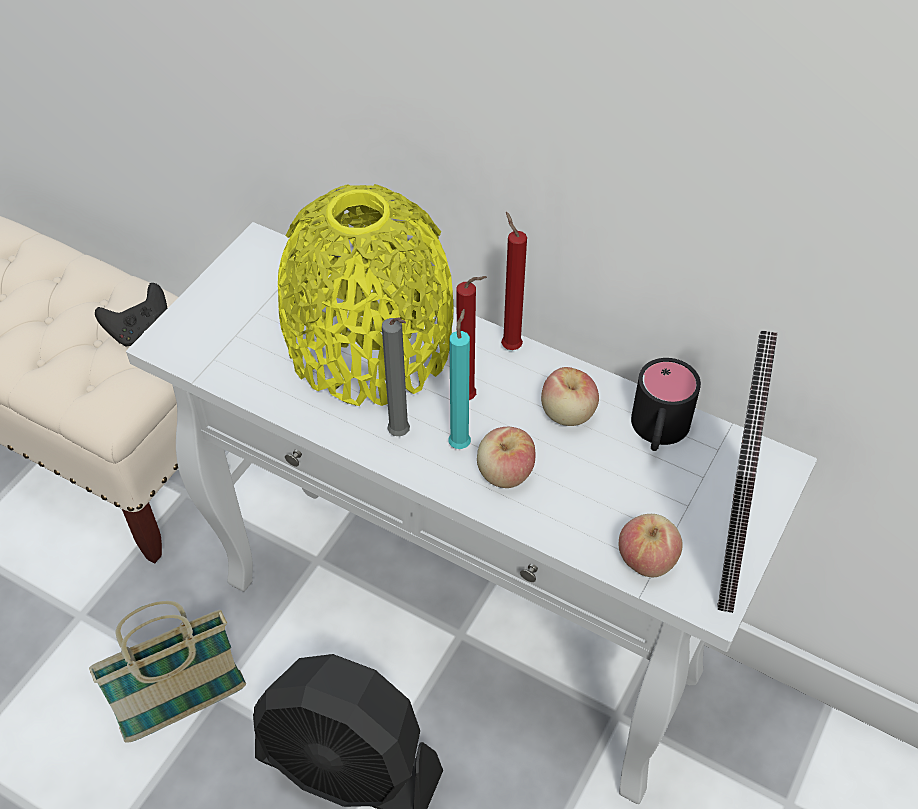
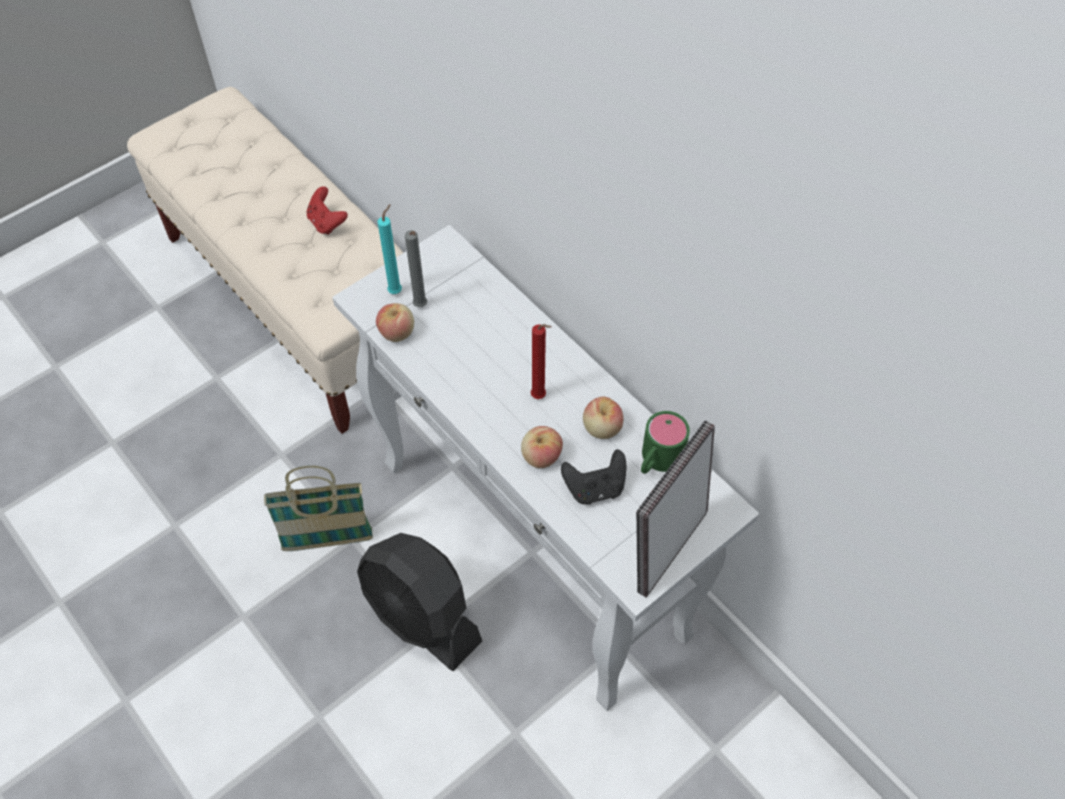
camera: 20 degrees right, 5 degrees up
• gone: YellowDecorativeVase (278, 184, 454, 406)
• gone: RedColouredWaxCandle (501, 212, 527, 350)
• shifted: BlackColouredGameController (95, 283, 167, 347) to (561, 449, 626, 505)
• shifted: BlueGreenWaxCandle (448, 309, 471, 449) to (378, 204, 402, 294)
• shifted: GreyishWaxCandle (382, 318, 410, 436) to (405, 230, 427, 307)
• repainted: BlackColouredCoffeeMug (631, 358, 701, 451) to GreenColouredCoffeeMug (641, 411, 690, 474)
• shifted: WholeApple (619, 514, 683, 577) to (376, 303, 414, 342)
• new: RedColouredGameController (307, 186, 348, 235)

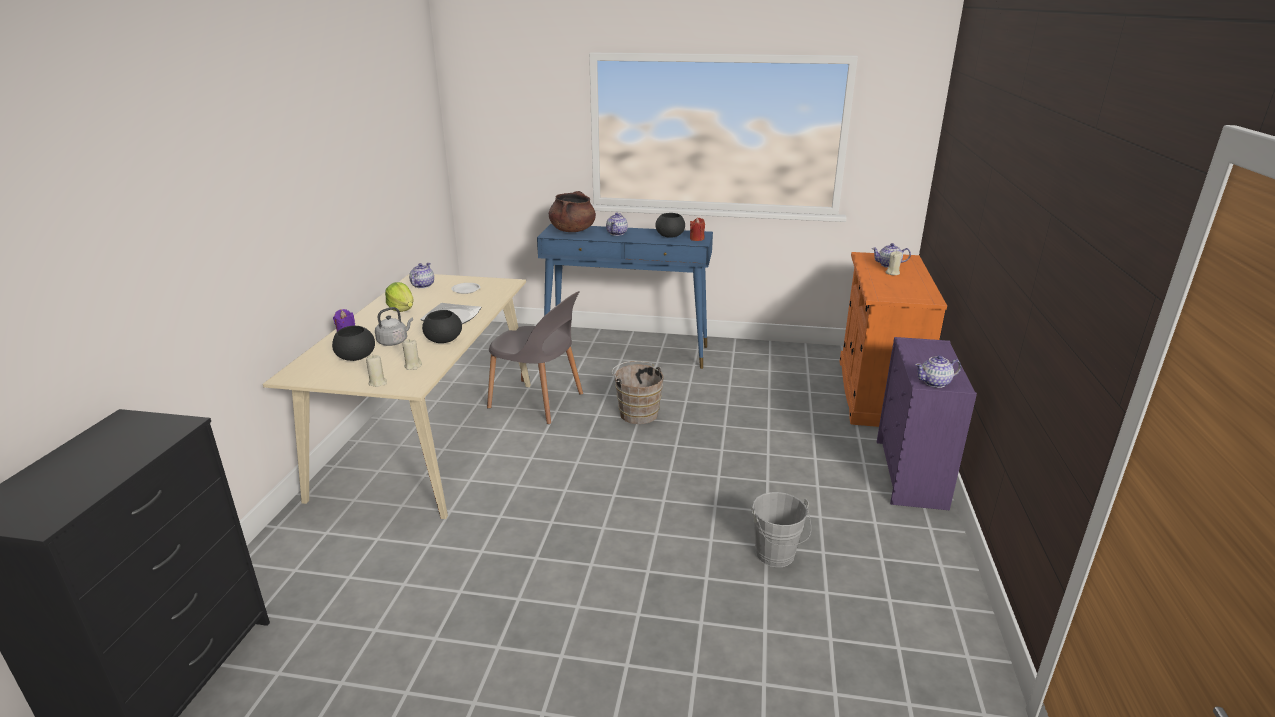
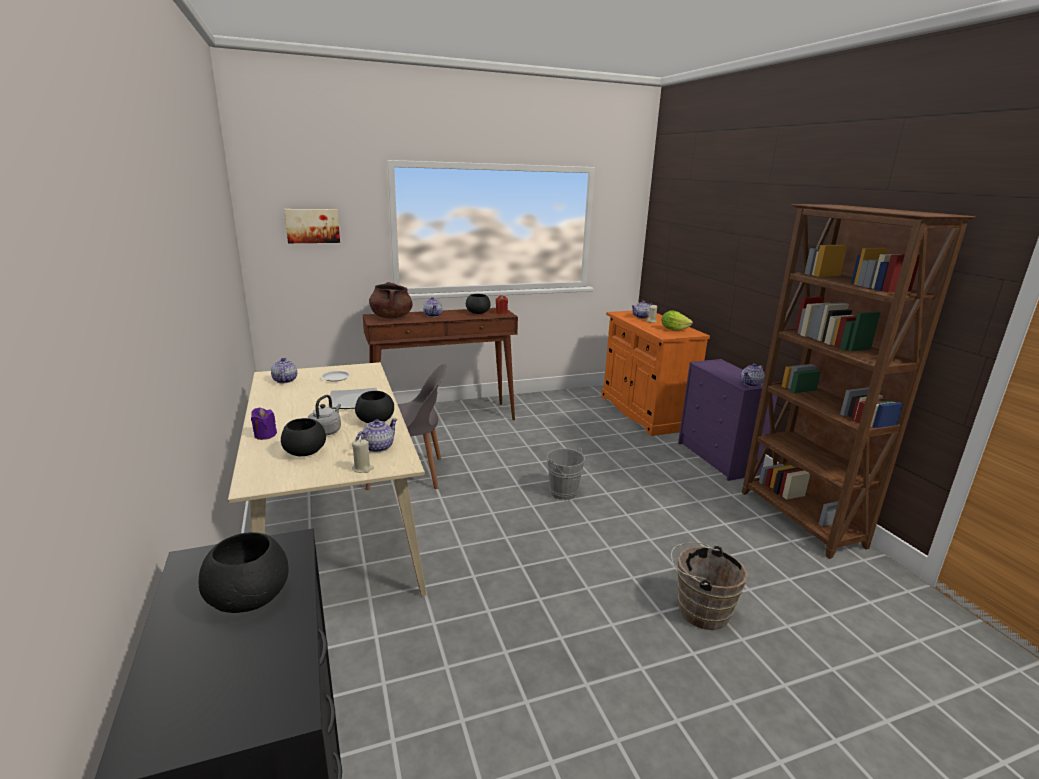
camera: 30 degrees left, 5 degrees down
• repainted: BluishNarrowTable (537, 224, 713, 369) to BrownColouredNarrowTable (363, 308, 518, 420)
• shifted: Lettuce (385, 282, 414, 312) to (662, 310, 693, 331)
• swapped: BeigeColouredWaxCandle (402, 339, 422, 370) to TeaPot (355, 418, 398, 452)
• shifted: BrownColouredBucket (612, 361, 664, 424) to (671, 542, 748, 630)
• shifted: GreyishBucket (751, 492, 811, 567) to (547, 447, 591, 500)
• new: BrownColouredShelvingUnit (742, 204, 975, 559)
• new: WallPicture (284, 209, 340, 243)
• new: BlackColouredDeepDish (199, 532, 289, 613)

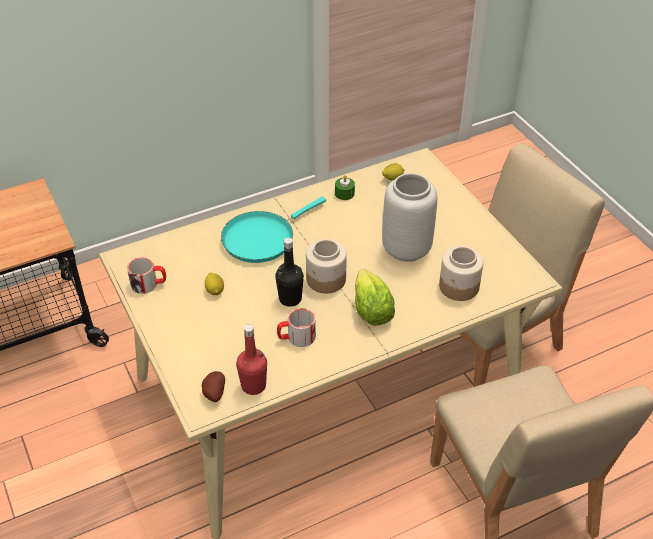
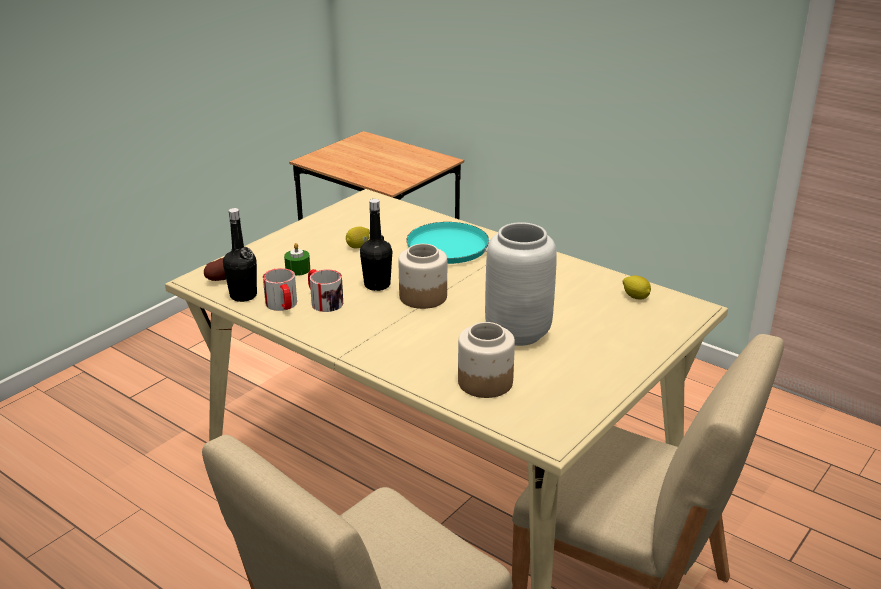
camera: 65 degrees right, 15 degrees down
• shifted: GreenColouredWaxCandle (335, 175, 355, 200) to (284, 243, 310, 276)
• shifted: CoffeeMug (127, 257, 166, 294) to (263, 268, 297, 311)
• gone: Lettuce (355, 269, 395, 326)
• repainted: RedColouredBeverageBottle (236, 324, 267, 395) to BlackColouredBeverageBottle (223, 208, 257, 302)

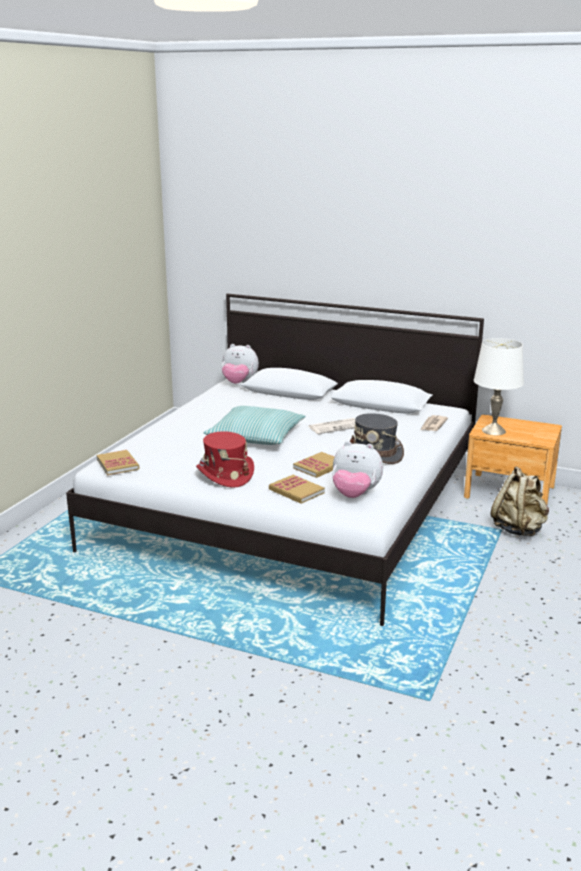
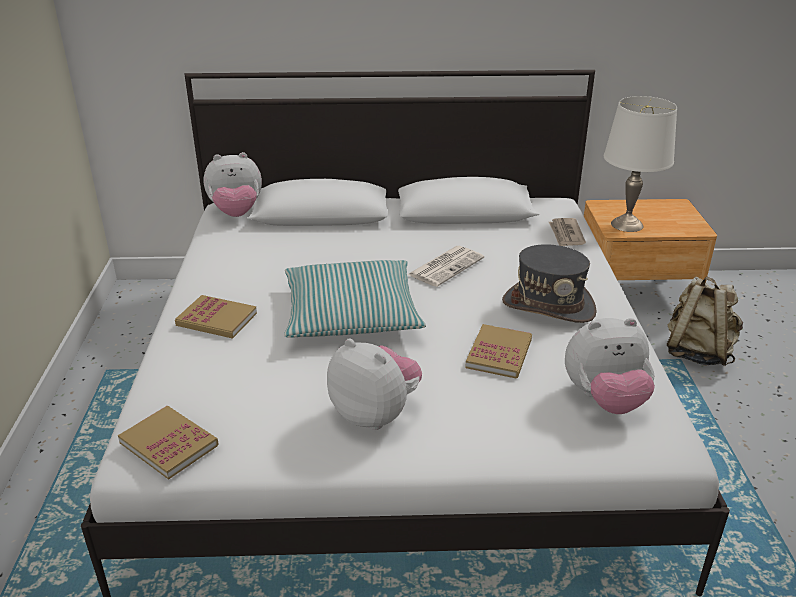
camera: 25 degrees left, 10 degrees up
• swapped: RedColouredWearableHat (196, 431, 254, 488) to SoftToy (327, 339, 422, 430)
• shifted: BoundBook (269, 475, 325, 504) to (175, 295, 257, 339)

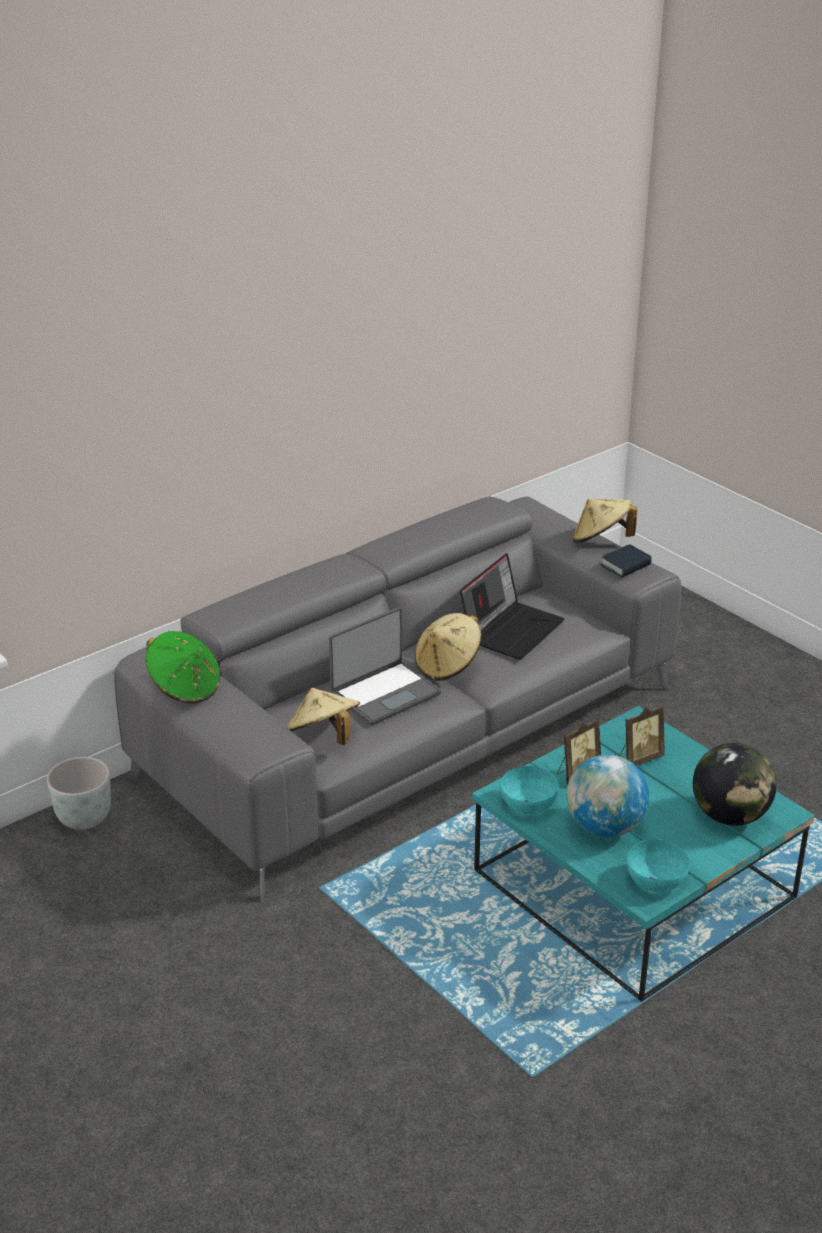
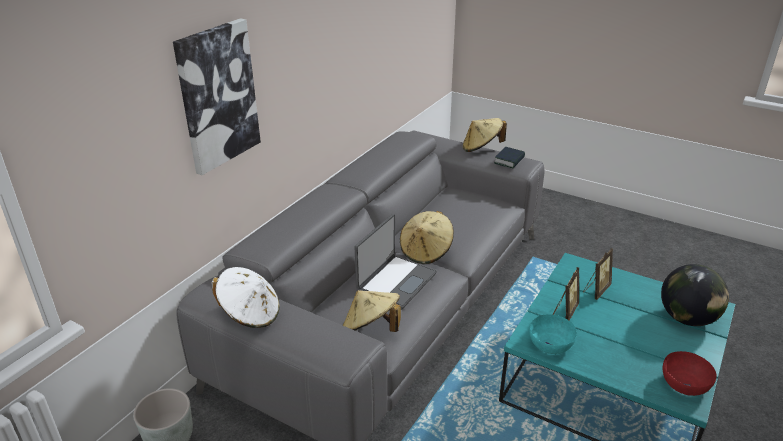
camera: 20 degrees left, 0 degrees up
• gone: PortableComputer (460, 553, 564, 660)
• repainted: GreenColouredWearableHat (146, 631, 220, 703) to WhitishWearableHat (211, 267, 280, 328)
• gone: Globe (567, 754, 649, 837)
• repainted: BlueGreenDeepDish (627, 839, 689, 892) to RedColouredDeepDish (663, 351, 717, 396)
• new: WallPicture (173, 18, 261, 175)

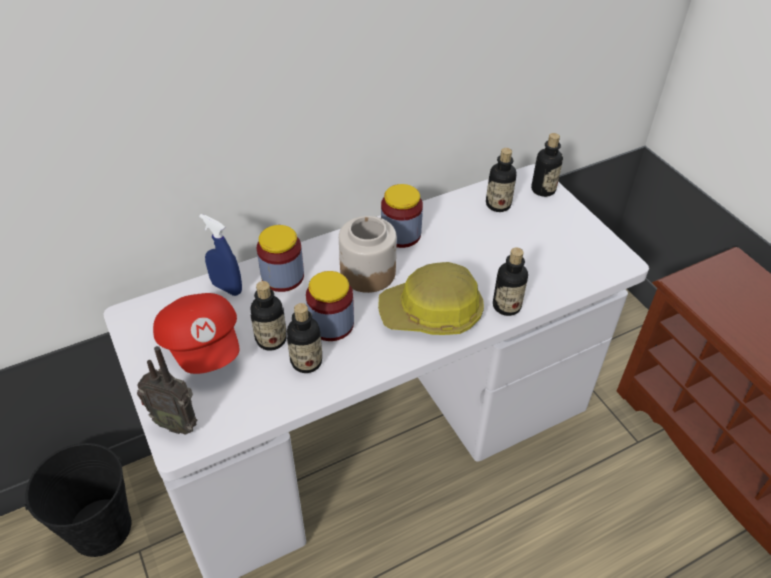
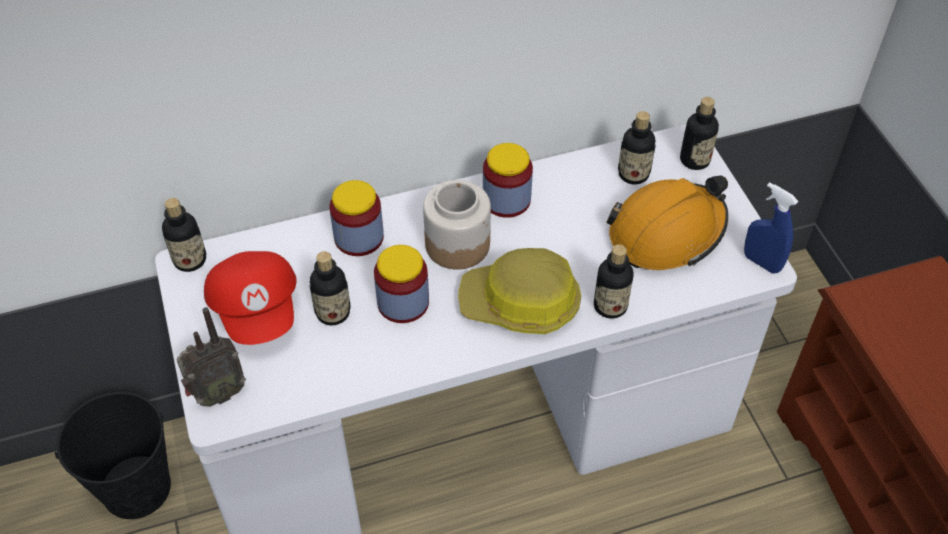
camera: 10 degrees right, 5 degrees up
• shifted: BluishSprayBottle (199, 214, 242, 296) to (744, 182, 799, 273)
• shifted: BeverageBottle (287, 303, 322, 373) to (162, 198, 206, 272)
• rotated: RadioSet (137, 346, 197, 435) = (176, 307, 246, 407) 60 degrees counterclockwise
• new: OrangeColouredSafetyHelmet (606, 175, 728, 270)

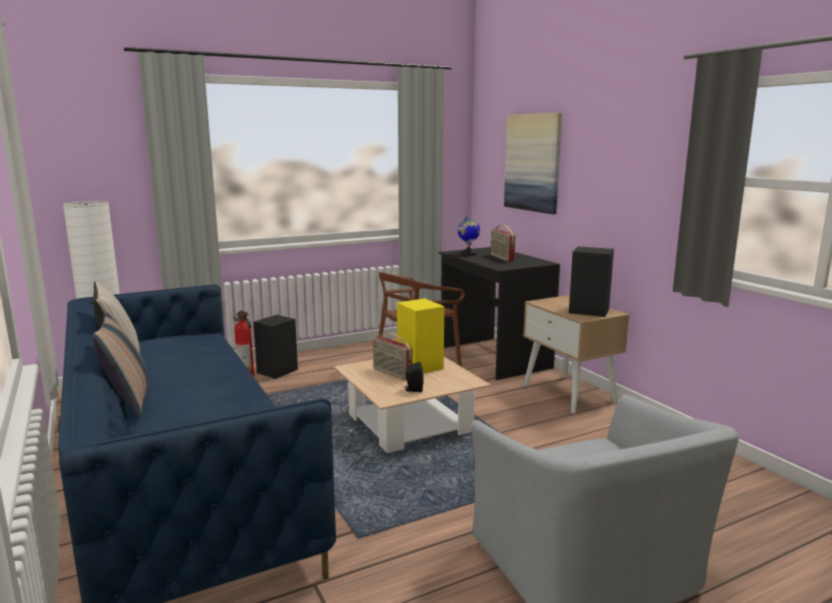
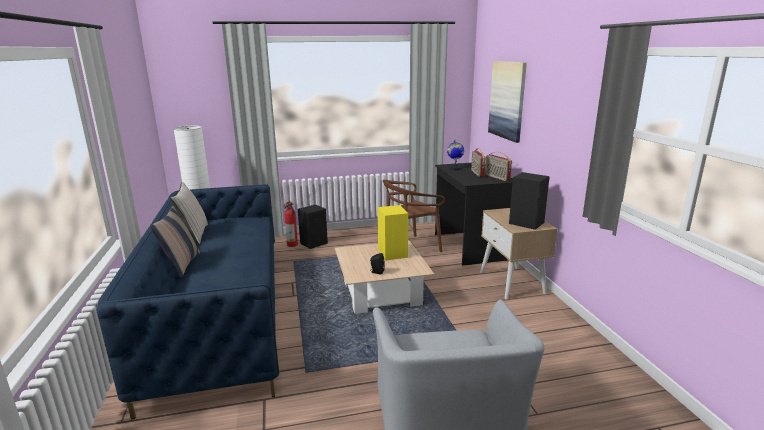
camera: 15 degrees right, 5 degrees up
• shifted: RadioSet (373, 333, 412, 381) to (485, 152, 512, 181)

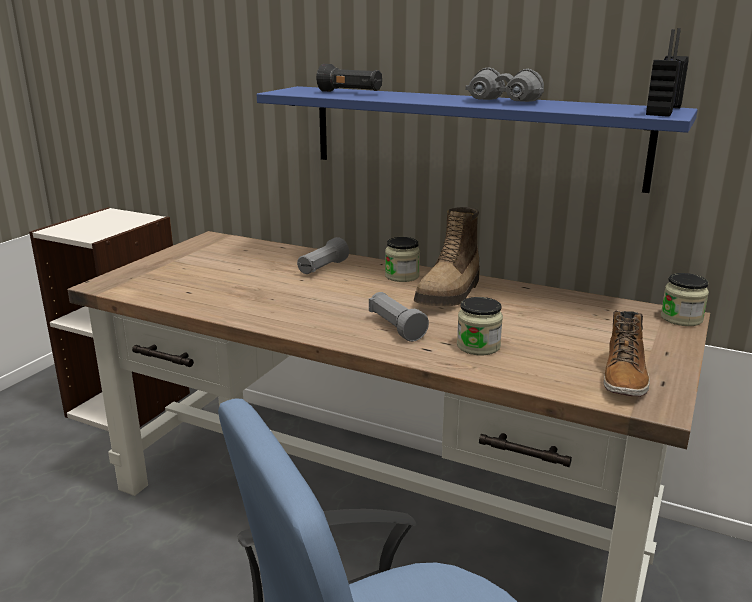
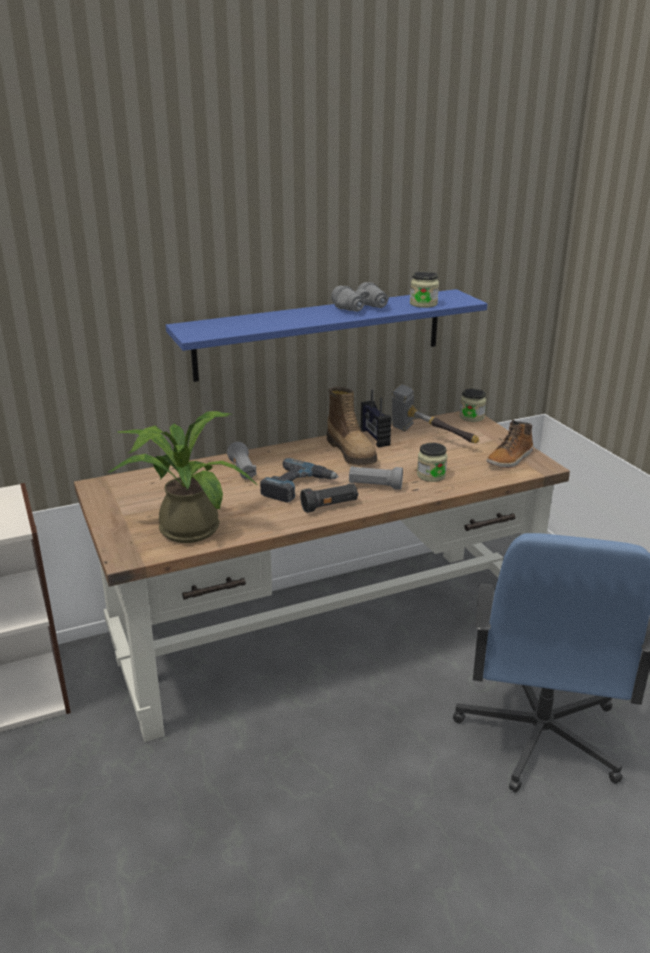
camera: 50 degrees left, 5 degrees up
• shifted: RadioSet (646, 28, 688, 117) to (361, 390, 392, 448)
• shifted: BlackColouredFlashlight (316, 64, 382, 92) to (300, 483, 358, 513)
• shifted: Jar (385, 237, 420, 282) to (410, 272, 439, 308)
• rotated: Boot (603, 311, 650, 397) = (487, 420, 533, 468) 75 degrees clockwise
• new: ToolHammer (392, 384, 479, 443)
• new: Houseplant (109, 411, 258, 543)
• new: PowerDrill (260, 458, 339, 503)

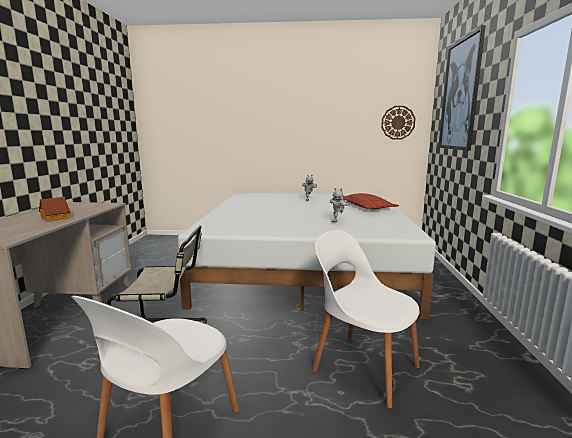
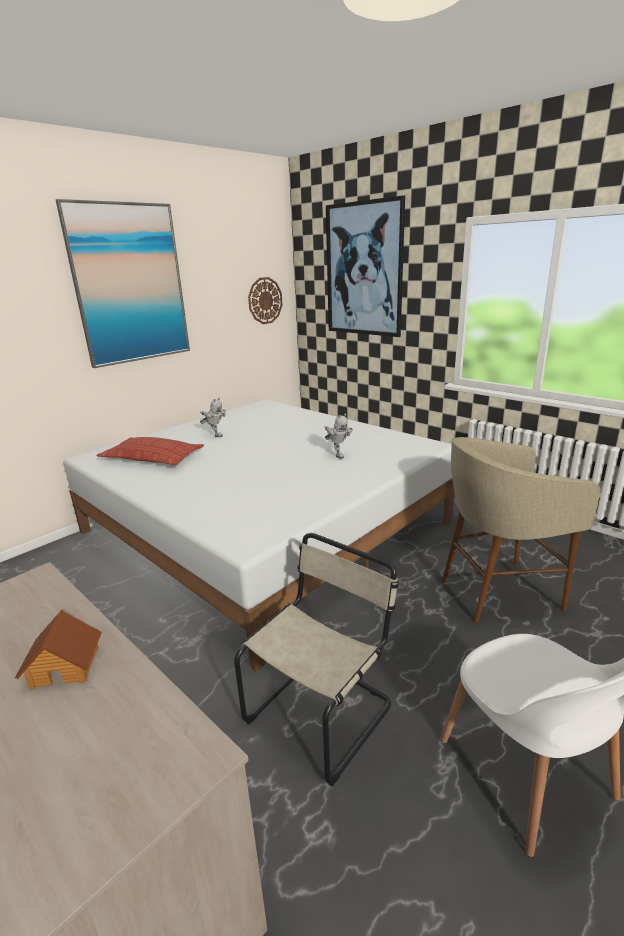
camera: 50 degrees left, 10 degrees up
• shifted: Cushion (343, 193, 399, 209) to (97, 437, 204, 465)
• swapped: WhitishChair (312, 230, 420, 409) to BeigeColouredSittingStool (442, 437, 600, 623)
• new: WallPicture (56, 199, 190, 368)

